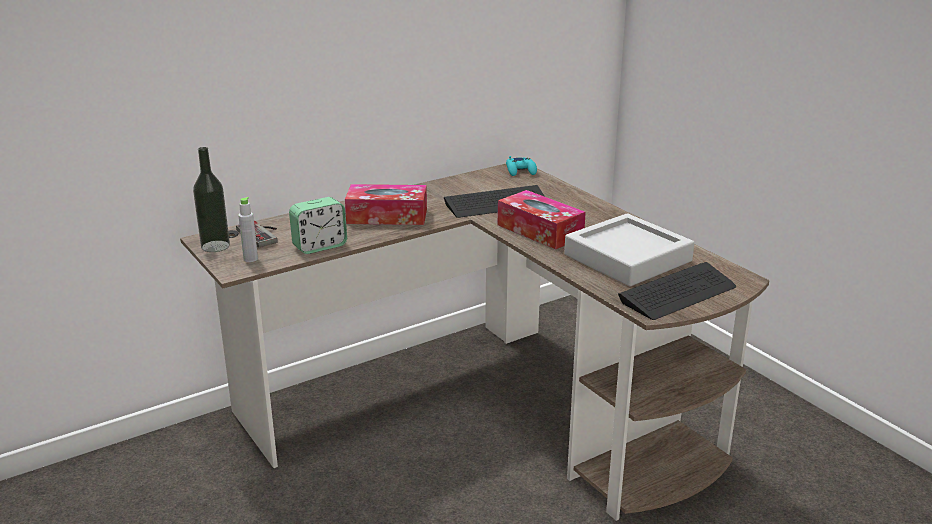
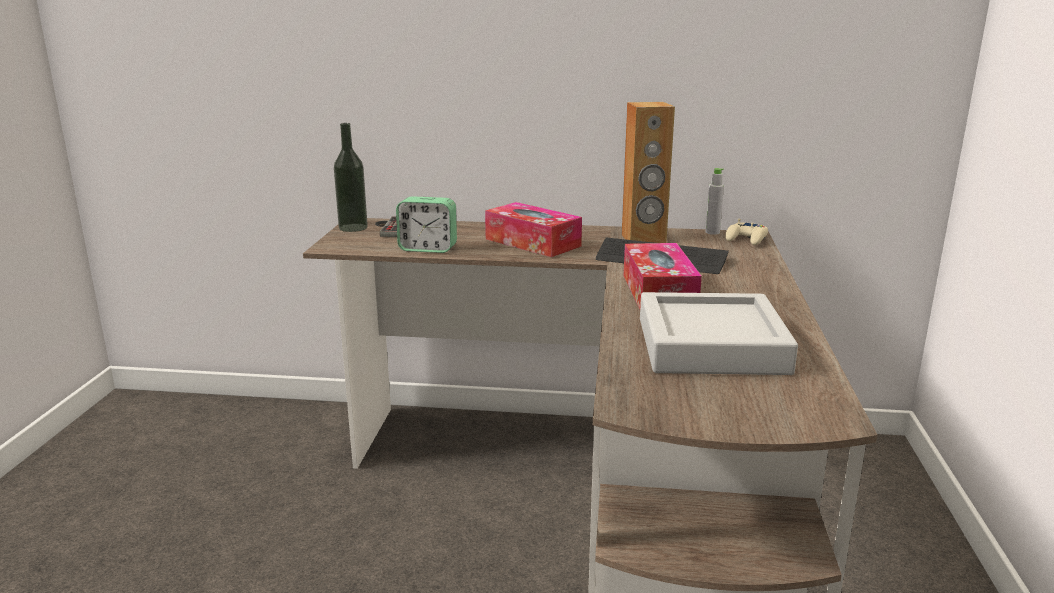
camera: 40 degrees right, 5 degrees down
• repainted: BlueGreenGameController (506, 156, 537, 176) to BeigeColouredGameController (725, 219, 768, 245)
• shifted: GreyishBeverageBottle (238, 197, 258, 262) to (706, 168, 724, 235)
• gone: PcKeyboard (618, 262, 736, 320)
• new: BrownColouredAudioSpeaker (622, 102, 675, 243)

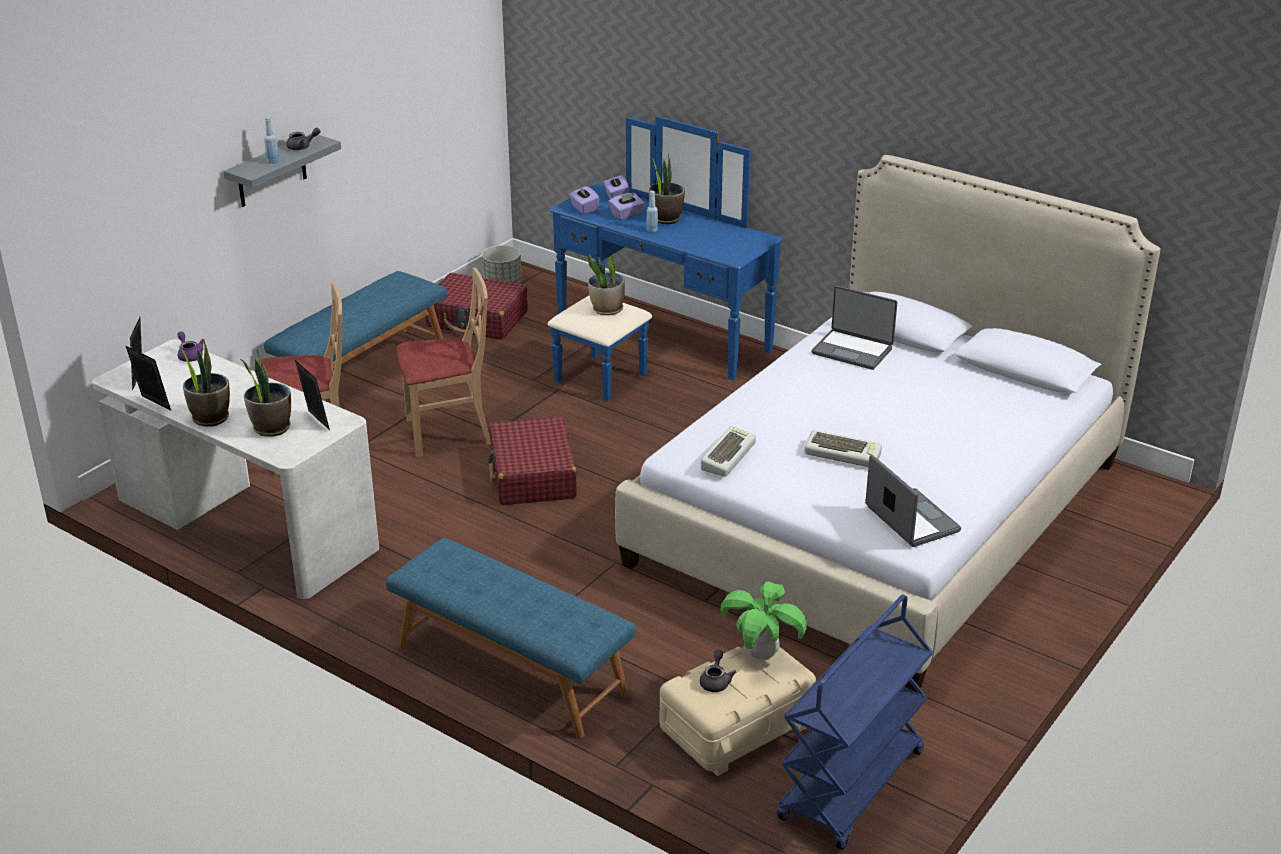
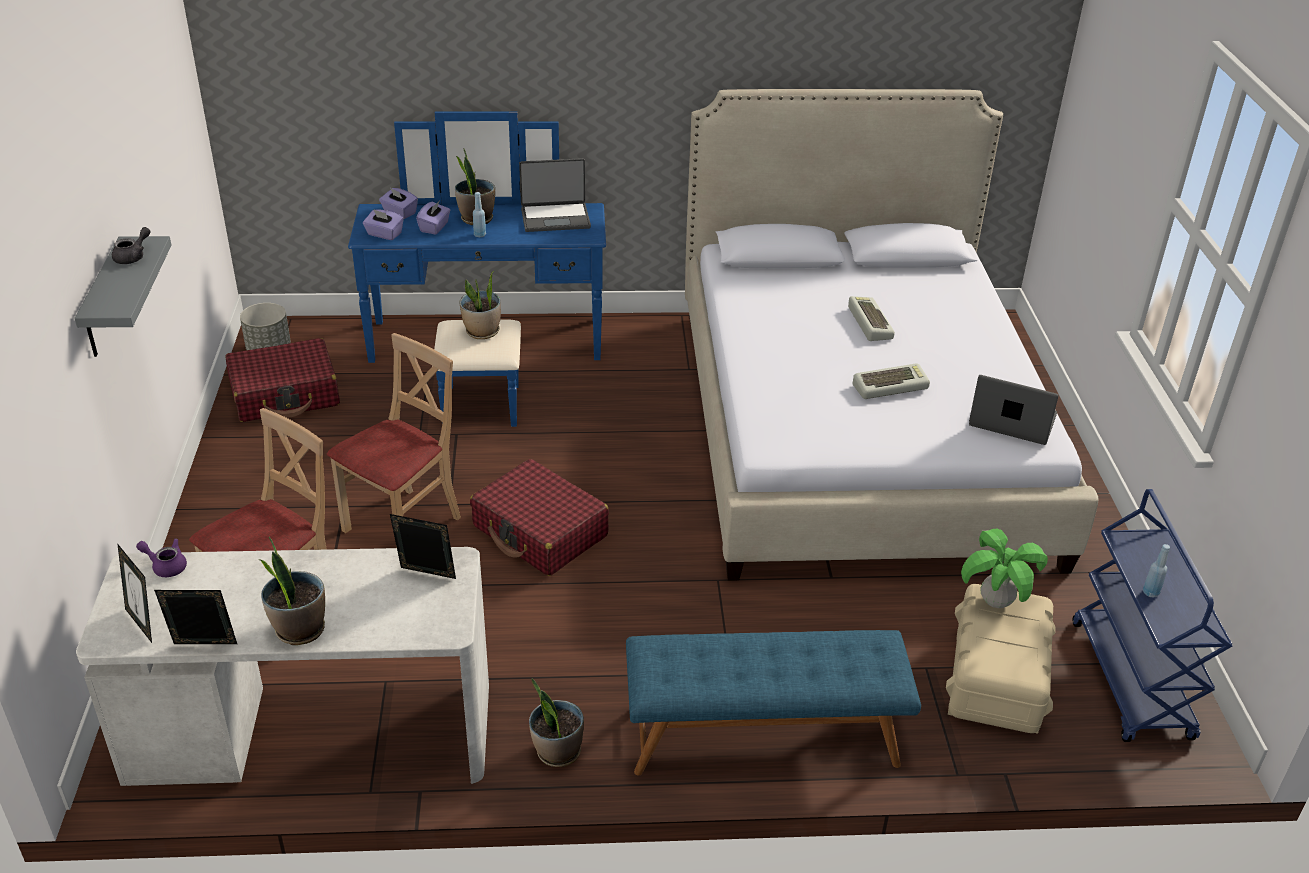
camera: 40 degrees left, 5 degrees up
• shifted: BluishBeverageBottle (264, 117, 279, 164) to (1143, 544, 1170, 598)
• gone: BluishIndoorBench (264, 271, 447, 401)
• shifted: PortableComputer (811, 286, 898, 370) to (519, 158, 591, 232)
• shifted: Houseplant (240, 350, 291, 437) to (529, 678, 584, 767)
• shifted: PcKeyboard (701, 426, 756, 477) to (848, 296, 895, 341)
• gone: GreyishTeaPot (700, 649, 736, 692)

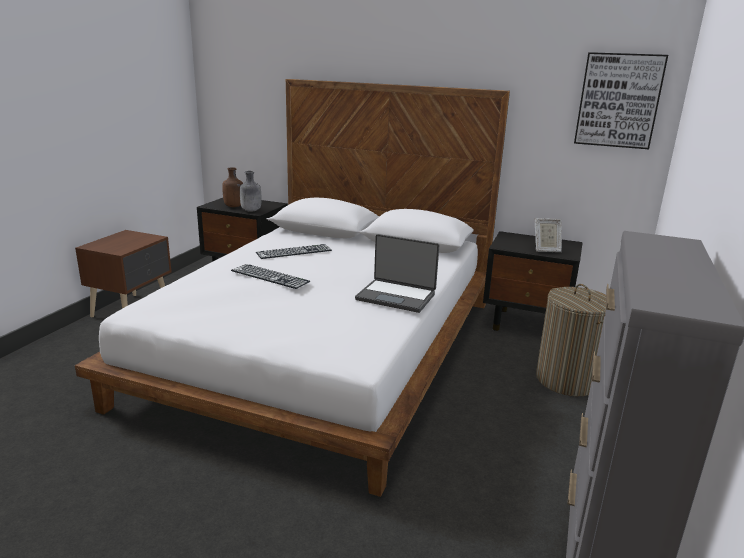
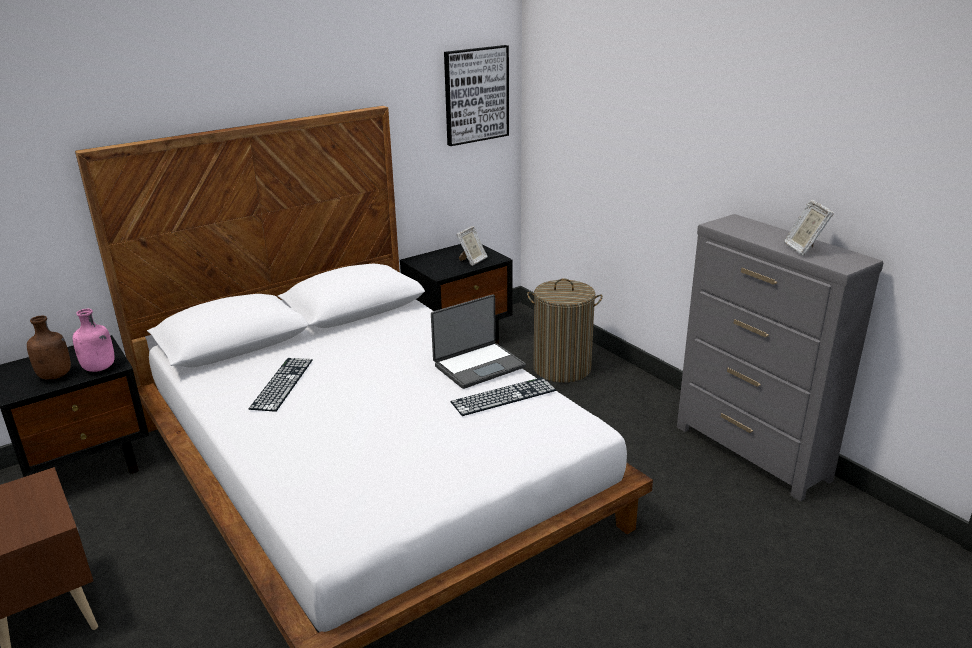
camera: 55 degrees left, 5 degrees up
• repainted: GreyishBeverageBottle (240, 171, 261, 212) to PinkColouredBeverageBottle (73, 309, 115, 372)
• shifted: PcKeyboard (231, 264, 310, 289) to (451, 377, 556, 416)
• new: PhotoFrame (784, 200, 834, 256)

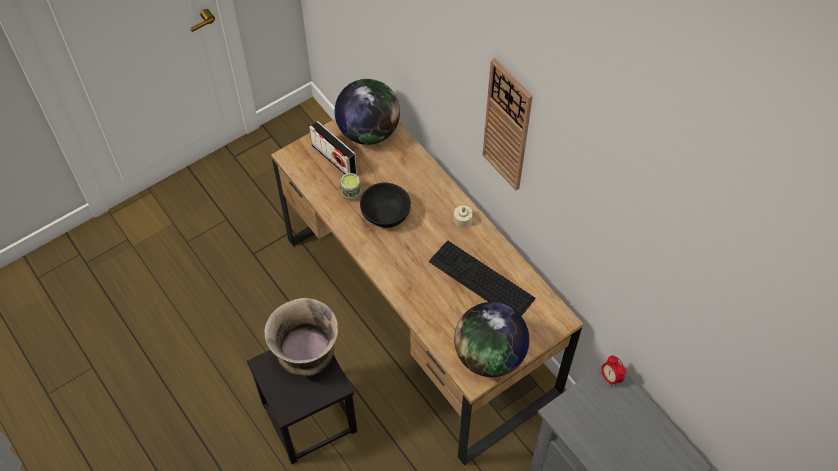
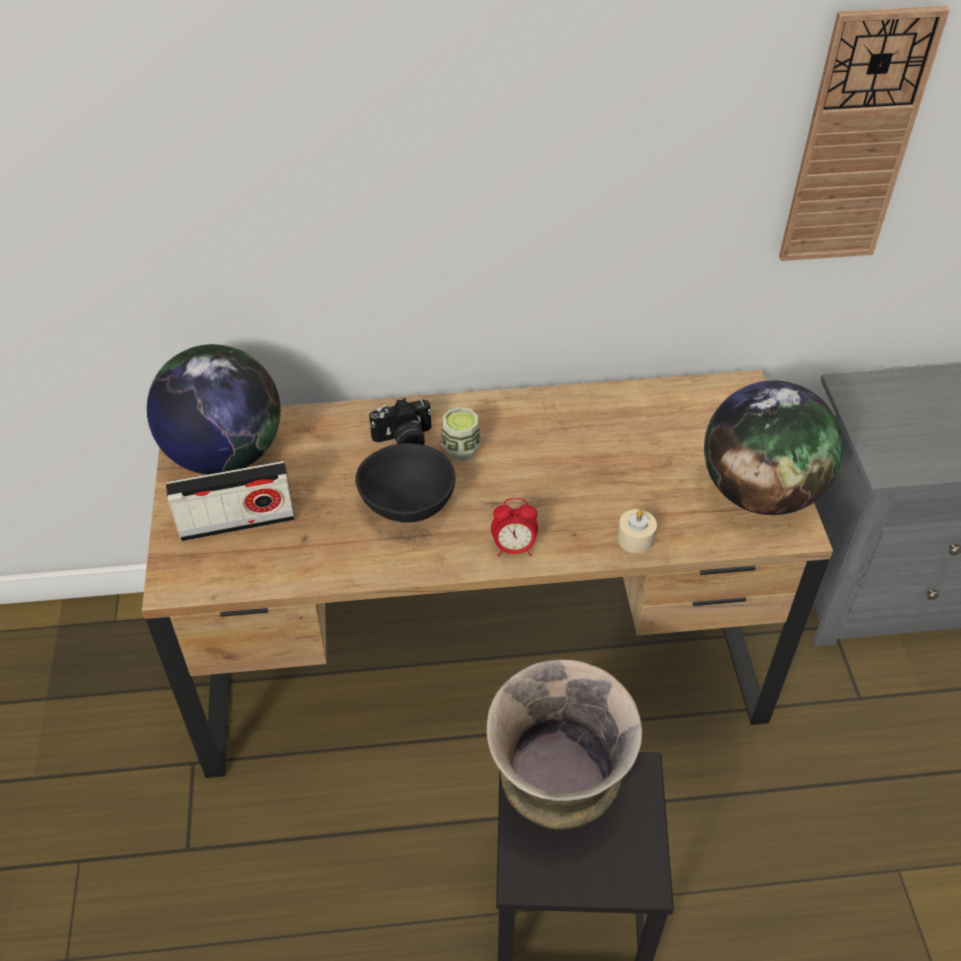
camera: 60 degrees left, 10 degrees down
• shifted: WallClock (483, 58, 533, 190) to (779, 6, 950, 261)
• shifted: SmallCup (340, 173, 362, 200) to (441, 407, 481, 460)
• shifted: BeigeColouredWaxCandle (454, 205, 473, 228) to (617, 509, 657, 554)
• gone: PcKeyboard (429, 240, 535, 316)
• shifted: BedsideClock (601, 356, 626, 387) to (491, 498, 538, 556)
• new: PhotoCamera (369, 398, 432, 445)

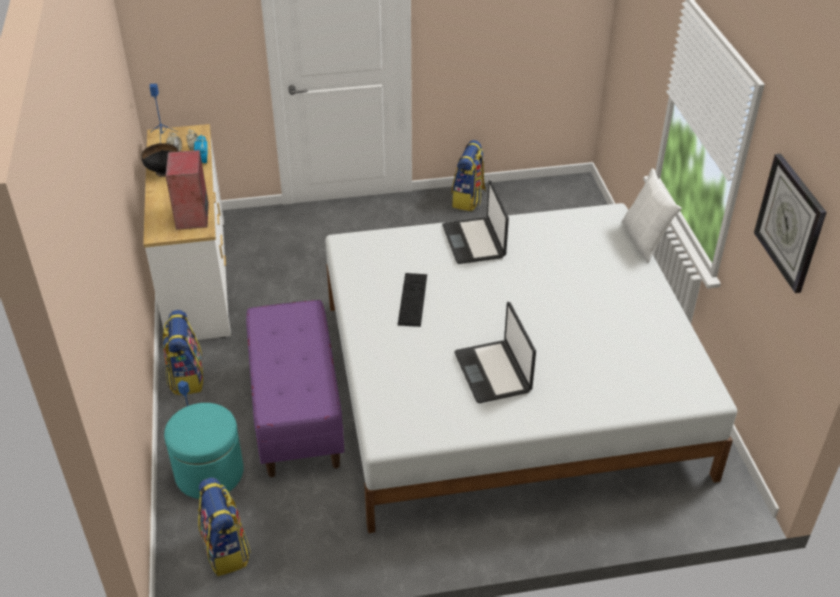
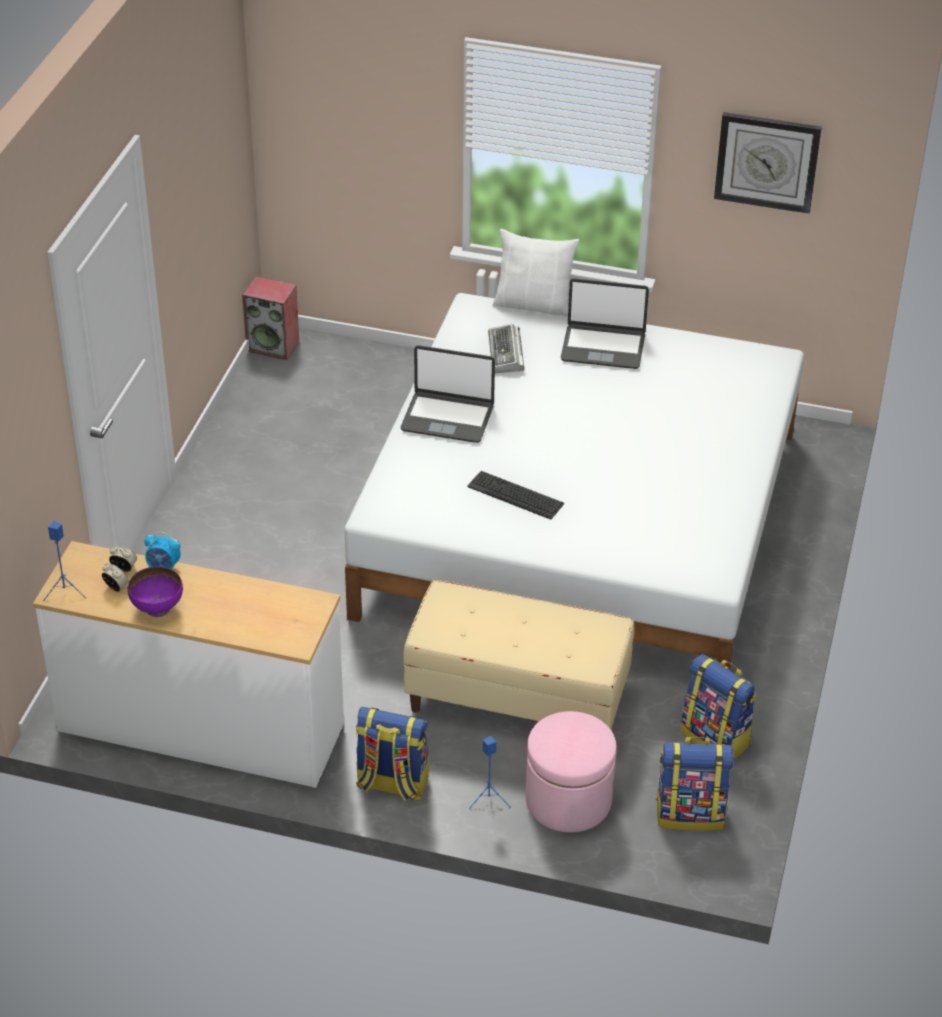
camera: 65 degrees left, 0 degrees up
• shifted: Rucksack (451, 140, 486, 211) to (680, 654, 756, 759)
• repainted: BlackColouredDeepDish (141, 143, 179, 177) to PurpleColouredDeepDish (128, 567, 183, 617)
• shifted: AudioSpeaker (166, 150, 209, 230) to (242, 276, 299, 360)
• repainted: PurpleColouredIndoorBench (246, 300, 345, 477) to BeigeColouredIndoorBench (403, 580, 635, 729)
• shifted: PortableComputer (455, 302, 536, 403) to (561, 278, 649, 369)
• repainted: BlueGreenPouffe (164, 403, 244, 499) to PinkColouredPouffe (526, 711, 617, 833)
• new: PcKeyboard (488, 324, 524, 373)

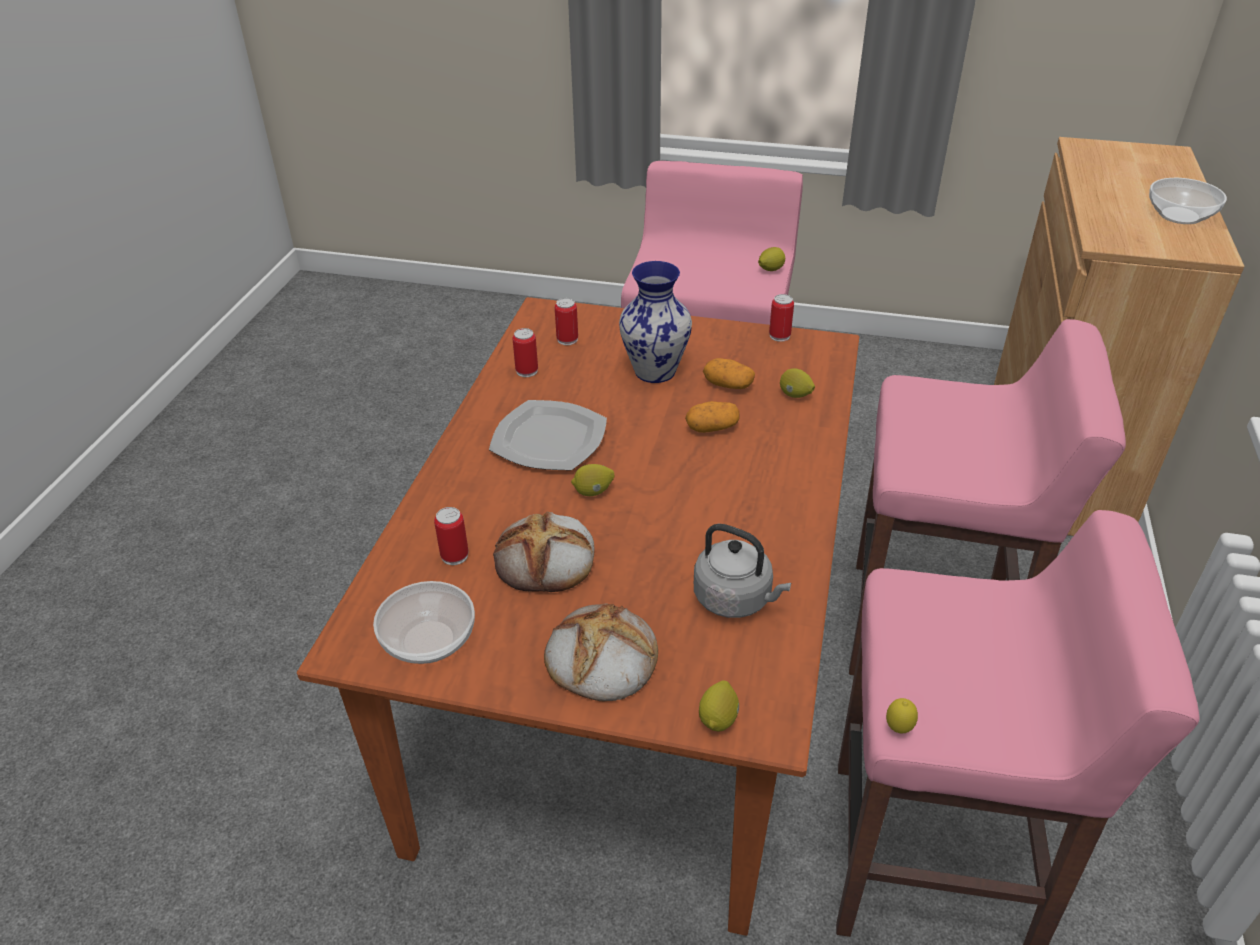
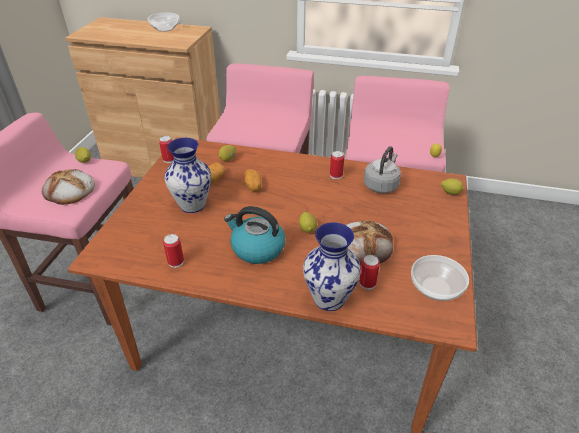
camera: 90 degrees left, 0 degrees up
• shifted: SealedCan (555, 298, 578, 345) to (330, 151, 344, 179)
• swapped: Plate (489, 400, 607, 471) to TeaKettle (224, 206, 285, 264)
• shifted: Bread (544, 604, 658, 701) to (42, 169, 95, 205)
• new: DecorativeVase (303, 222, 361, 311)

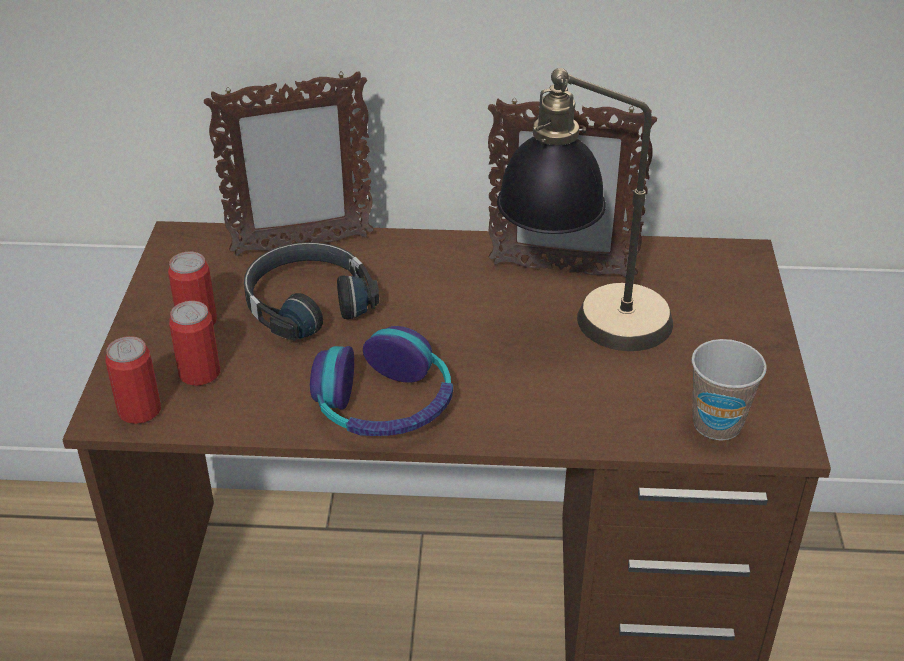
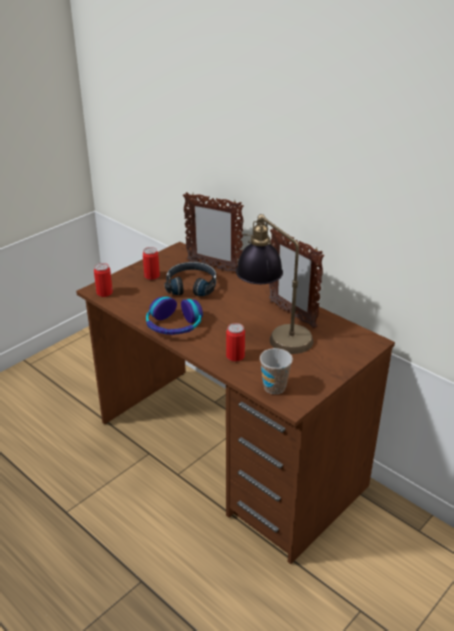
camera: 40 degrees right, 5 degrees down
• shifted: SealedCan (169, 301, 220, 386) to (226, 323, 245, 362)

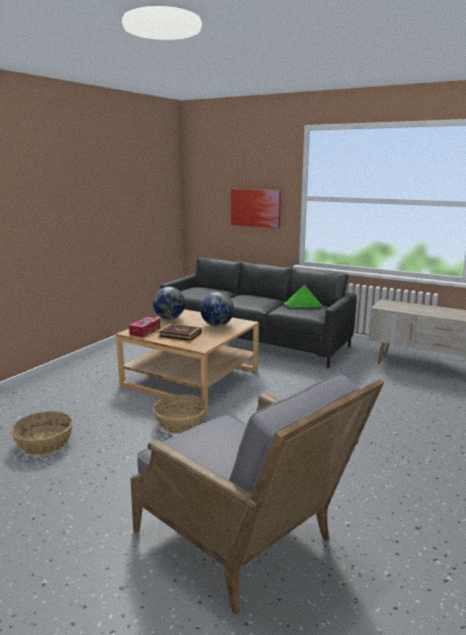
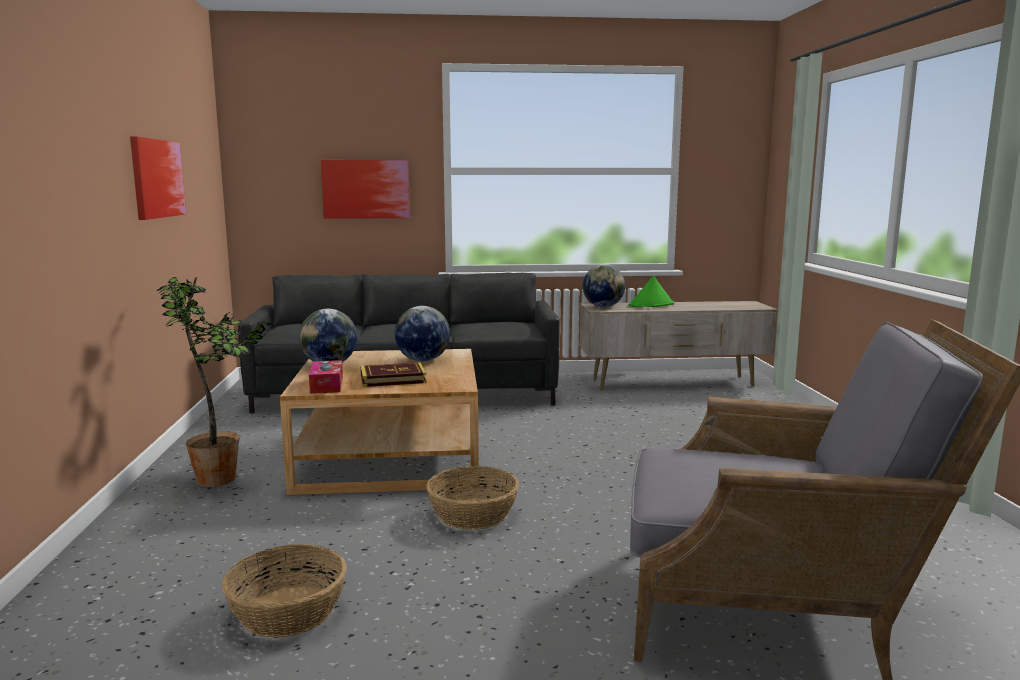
camera: 35 degrees left, 5 degrees down
• shifted: GreenColouredWearableHat (284, 285, 322, 308) to (629, 275, 674, 307)
• new: WallPicture (130, 136, 186, 220)
• new: Globe (583, 264, 625, 307)
• new: Houseplant (157, 277, 271, 487)

